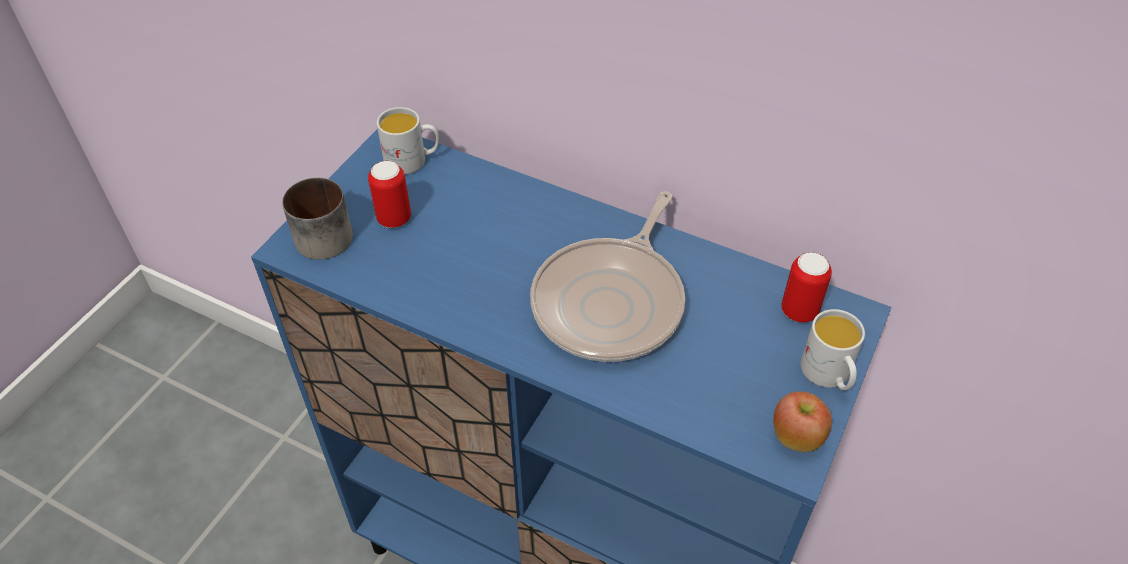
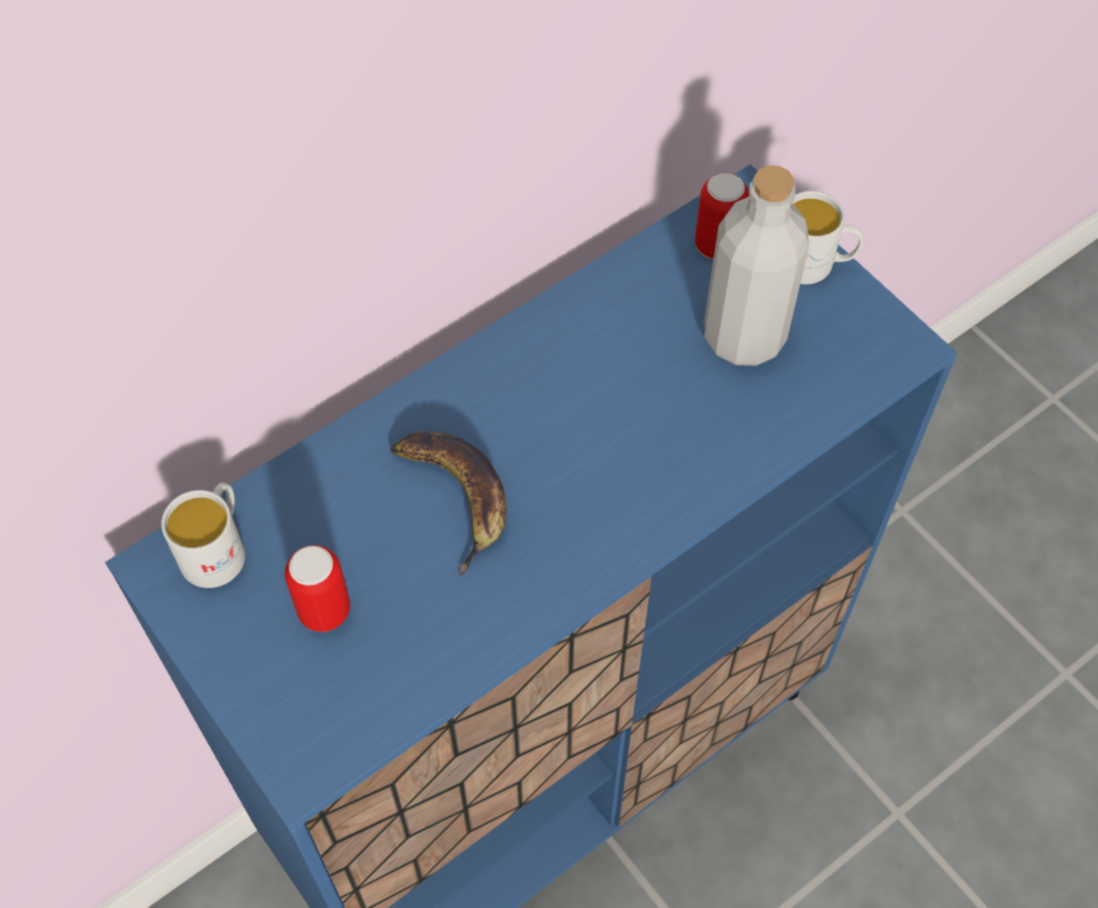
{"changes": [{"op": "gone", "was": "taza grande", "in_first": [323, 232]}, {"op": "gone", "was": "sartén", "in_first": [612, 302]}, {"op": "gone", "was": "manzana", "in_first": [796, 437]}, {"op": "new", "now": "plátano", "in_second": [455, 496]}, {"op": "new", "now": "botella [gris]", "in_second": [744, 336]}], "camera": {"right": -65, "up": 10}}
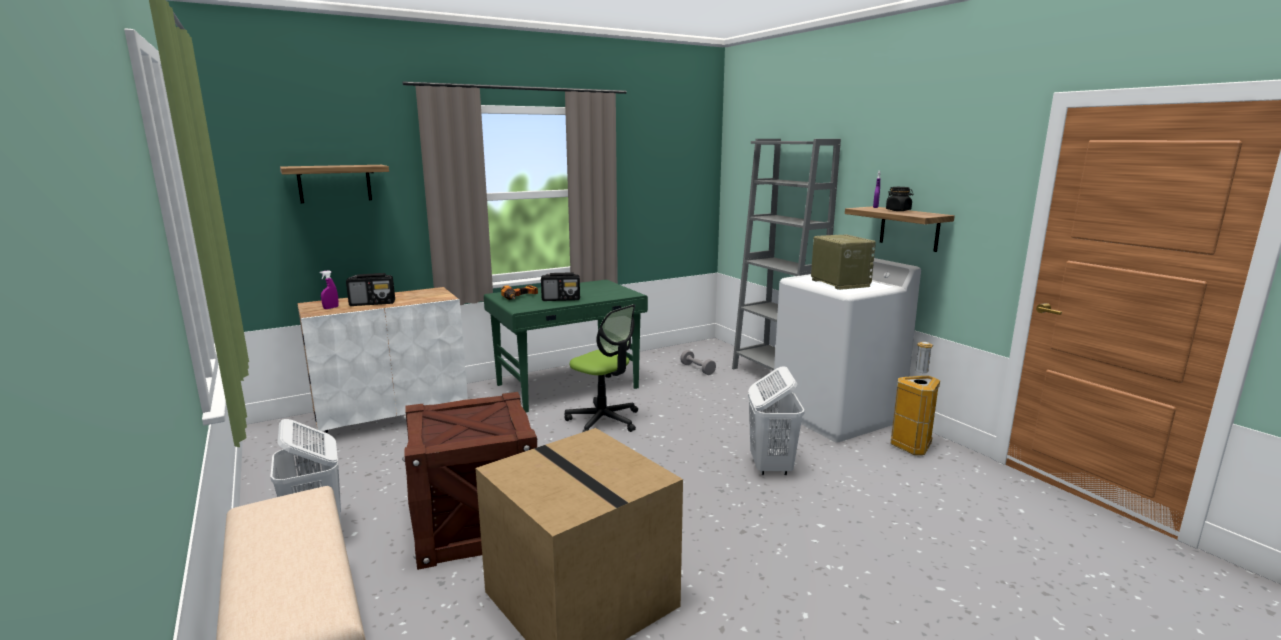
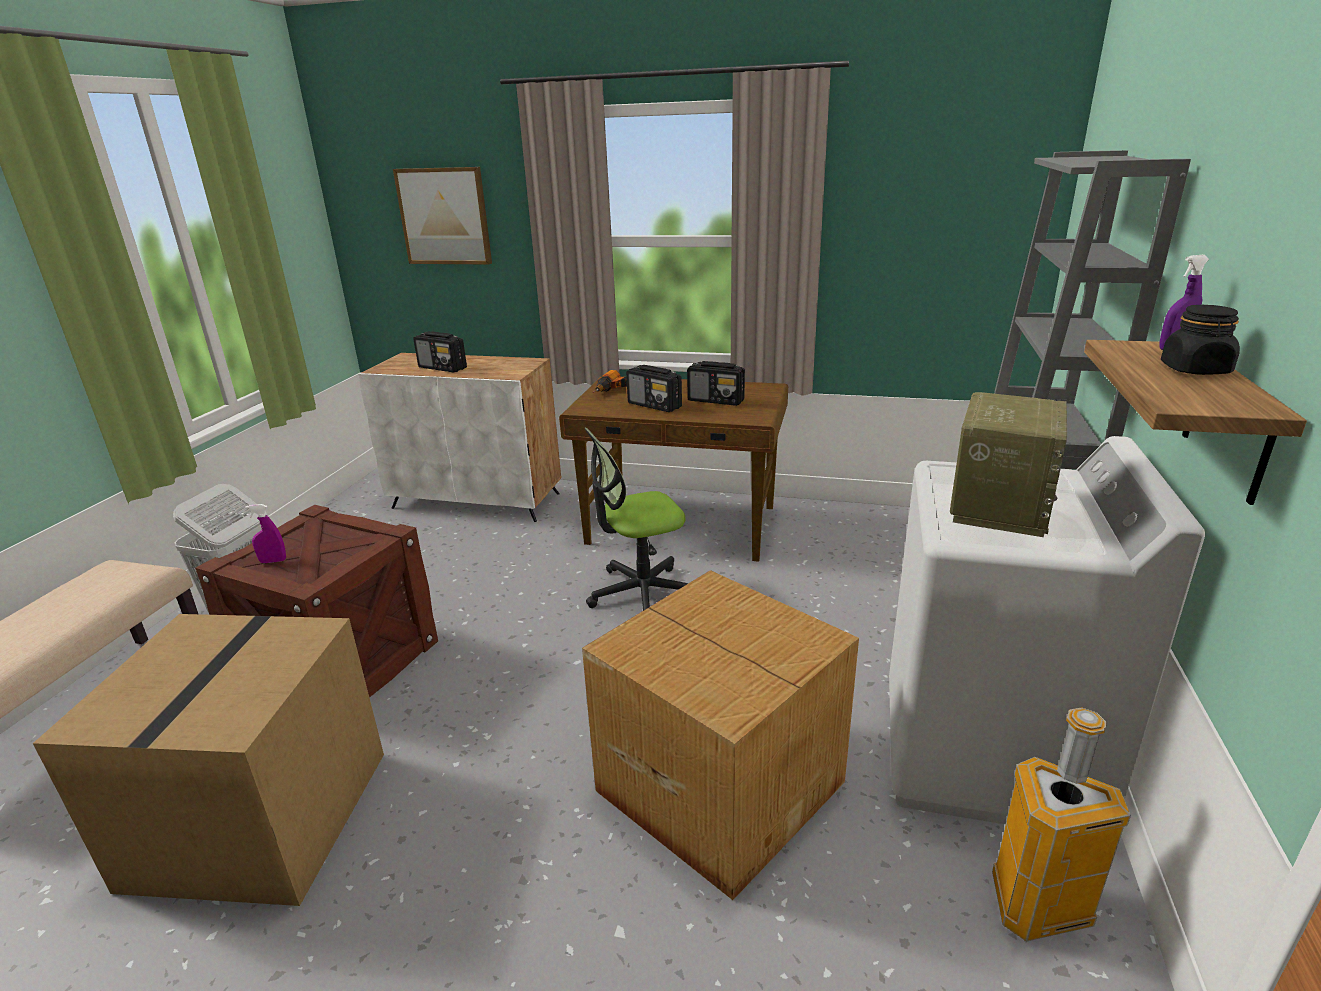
{"changes": [{"op": "gone", "was": "mancuerna [gris]", "in_first": [697, 369]}, {"op": "new", "now": "radio", "in_second": [716, 400]}, {"op": "shifted", "was": "pulverizador [morado]", "in_first": [331, 308], "in_second": [273, 561]}, {"op": "swapped", "was": "estante", "now": "cuadro", "in_first": [334, 183], "in_second": [444, 216]}, {"op": "swapped", "was": "cesto de la ropa [blanco]", "now": "caja de cartón", "in_first": [770, 467], "in_second": [719, 783]}, {"op": "repainted", "was": "escritorio [verde]", "now": "escritorio [marrón]", "in_first": [568, 387], "in_second": [682, 526]}, {"op": "rotated", "was": "silla de oficina", "in_first": [603, 421], "in_second": [641, 593], "clockwise": 75}], "camera": {"right": 45, "up": 10}}
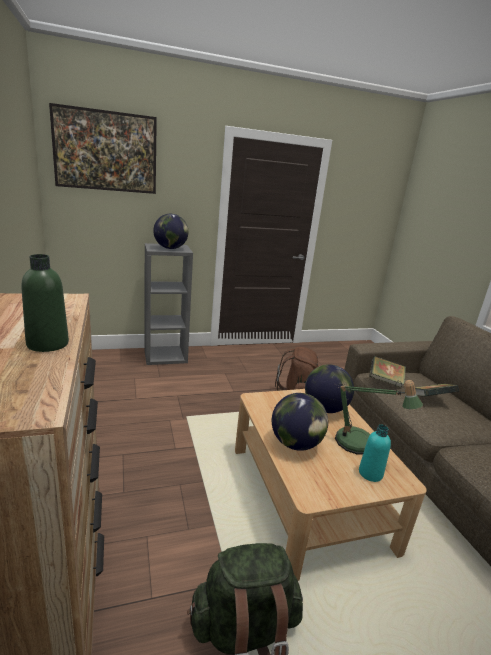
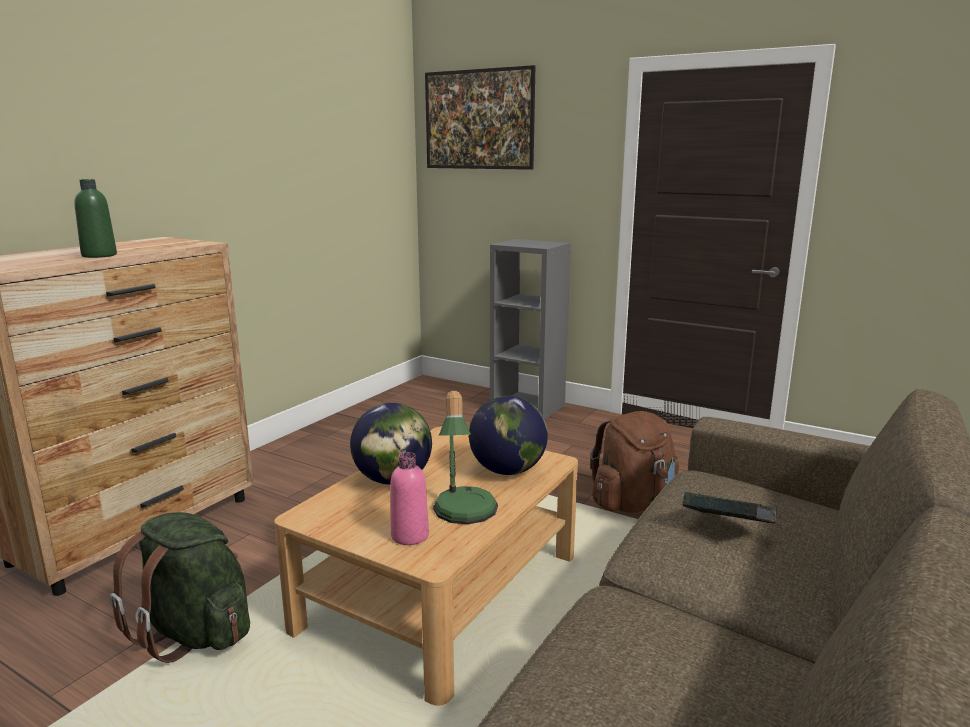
{"changes": [{"op": "gone", "was": "globo terráqueo", "in_first": [170, 248]}, {"op": "gone", "was": "libro", "in_first": [385, 381]}, {"op": "repainted", "was": "botella [turquesa]", "now": "botella [rosa]", "in_first": [370, 473], "in_second": [410, 536]}], "camera": {"right": 50, "up": -5}}
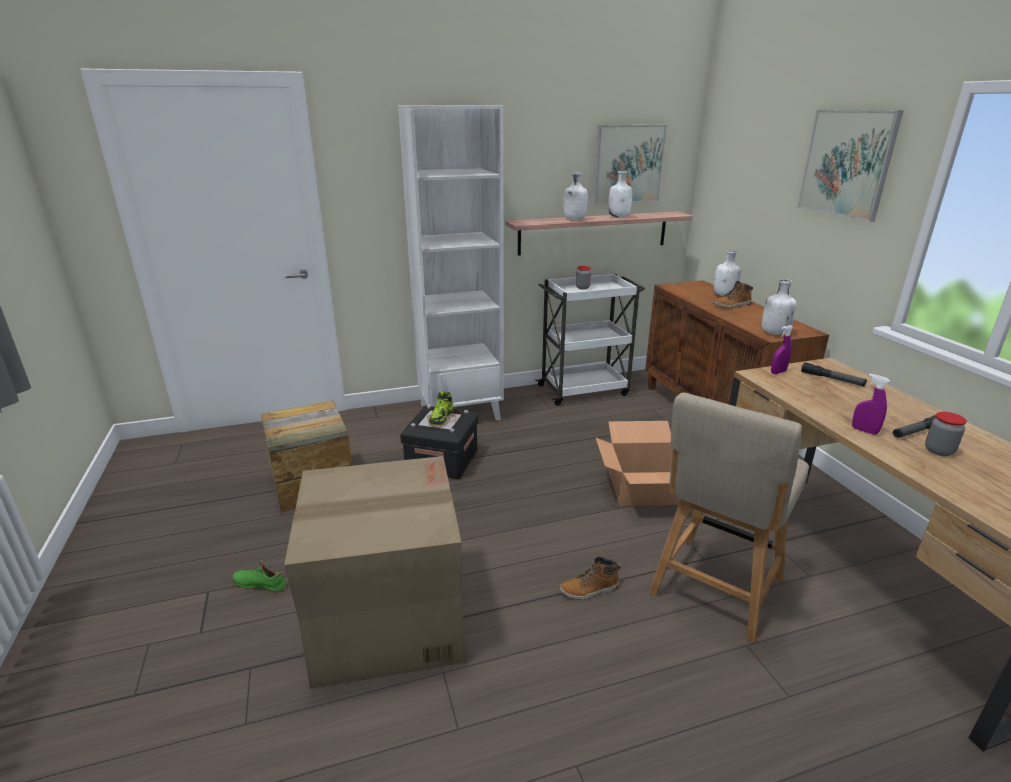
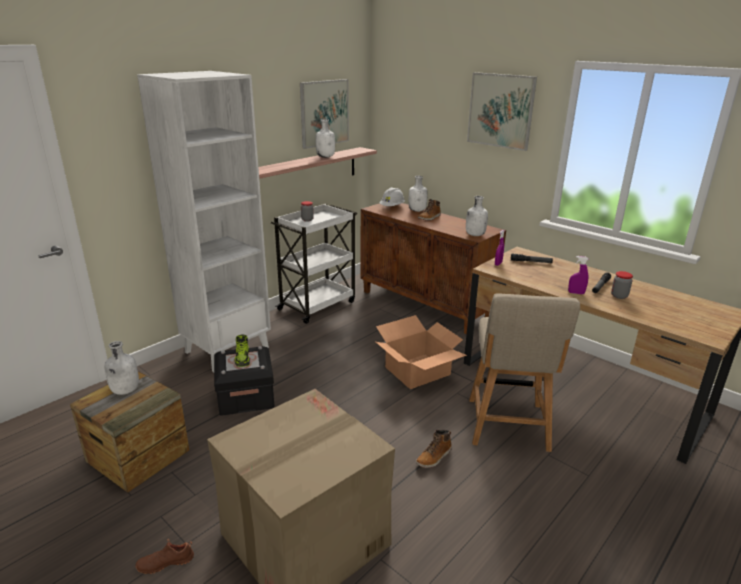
{"changes": [{"op": "new", "now": "casco [blanco]", "in_second": [392, 207]}, {"op": "shifted", "was": "botella [blanco]", "in_first": [574, 219], "in_second": [125, 391]}, {"op": "repainted", "was": "zapato [verde]", "now": "zapato [marrón]", "in_first": [261, 583], "in_second": [166, 562]}], "camera": {"right": -30, "up": 0}}
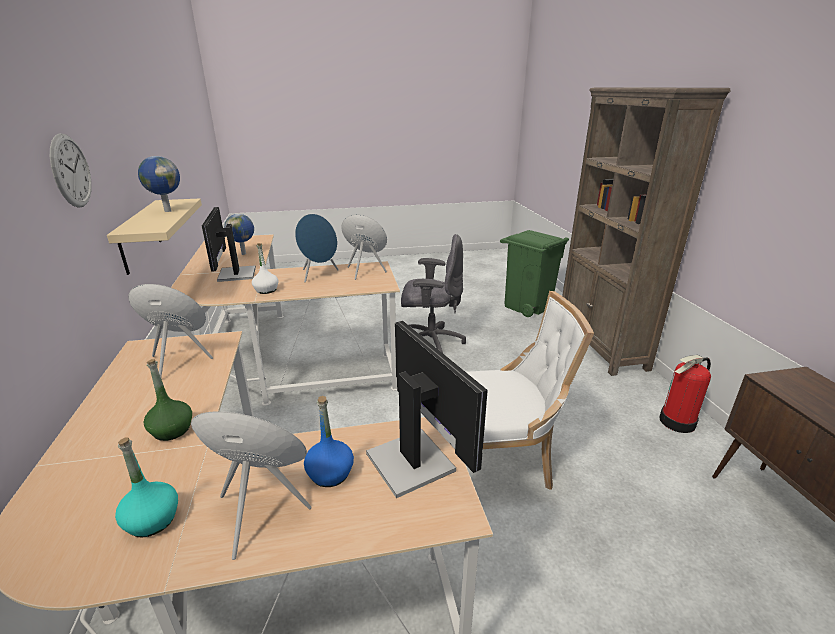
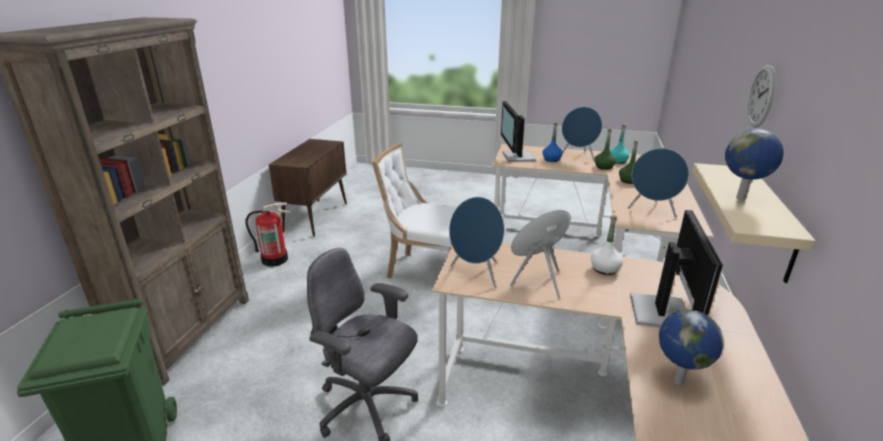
{"changes": [{"op": "new", "now": "botella [verde]", "in_second": [604, 167]}], "camera": {"right": -155, "up": 0}}
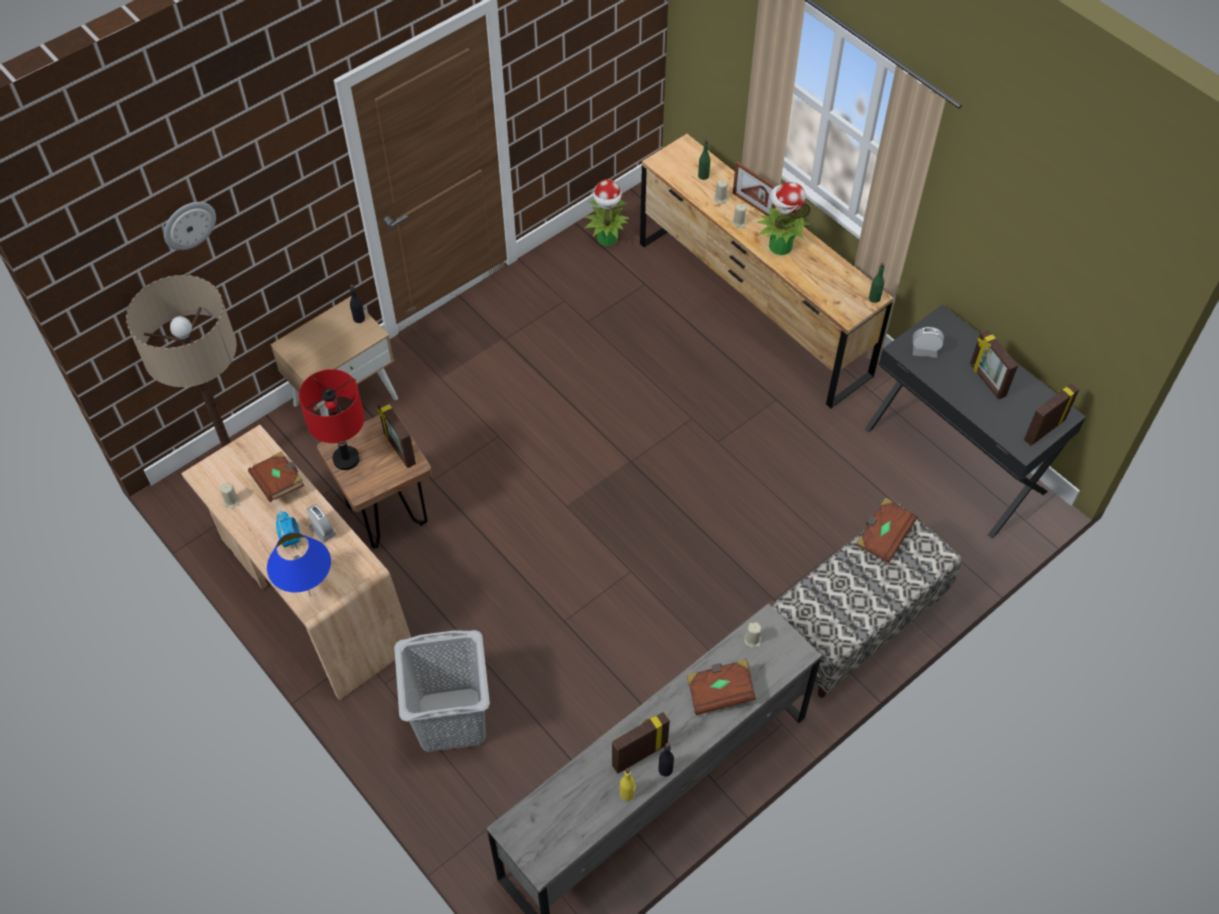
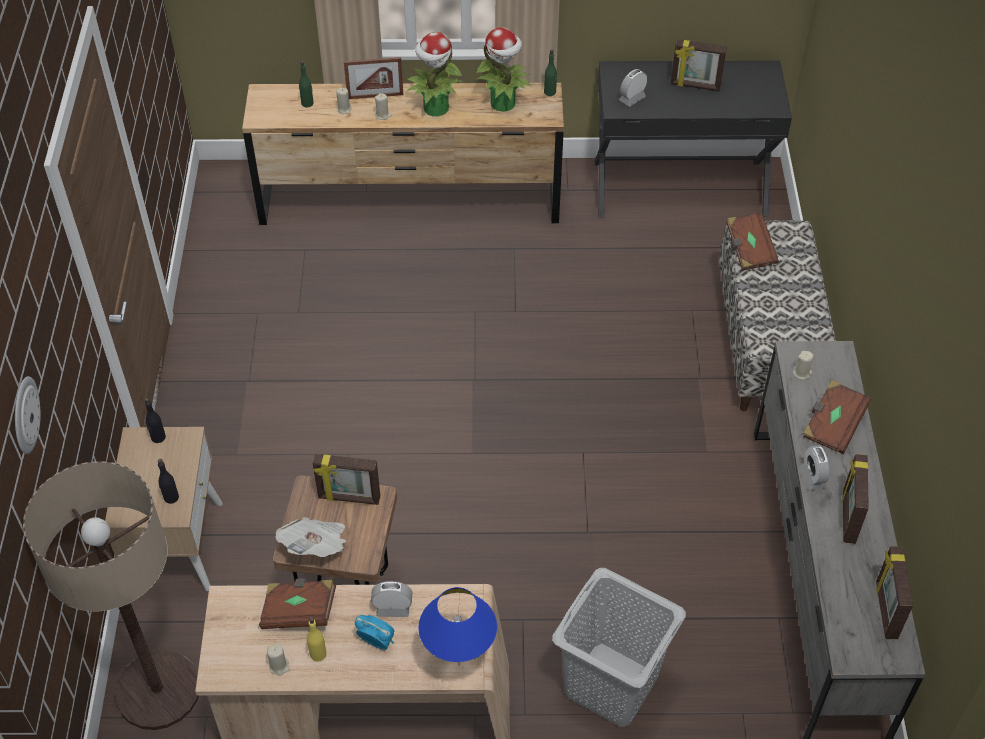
{"changes": [{"op": "new", "now": "despertador", "in_second": [813, 477]}, {"op": "shifted", "was": "planta en maceta", "in_first": [607, 238], "in_second": [504, 103]}, {"op": "shifted", "was": "botella [amarillo]", "in_first": [627, 794], "in_second": [318, 654]}, {"op": "shifted", "was": "botella [negro]", "in_first": [665, 769], "in_second": [171, 497]}, {"op": "shifted", "was": "portarretratos", "in_first": [1043, 430], "in_second": [885, 610]}, {"op": "swapped", "was": "lámpara de mesa [rojo]", "now": "periódico", "in_first": [346, 459], "in_second": [316, 546]}], "camera": {"right": -50, "up": -5}}
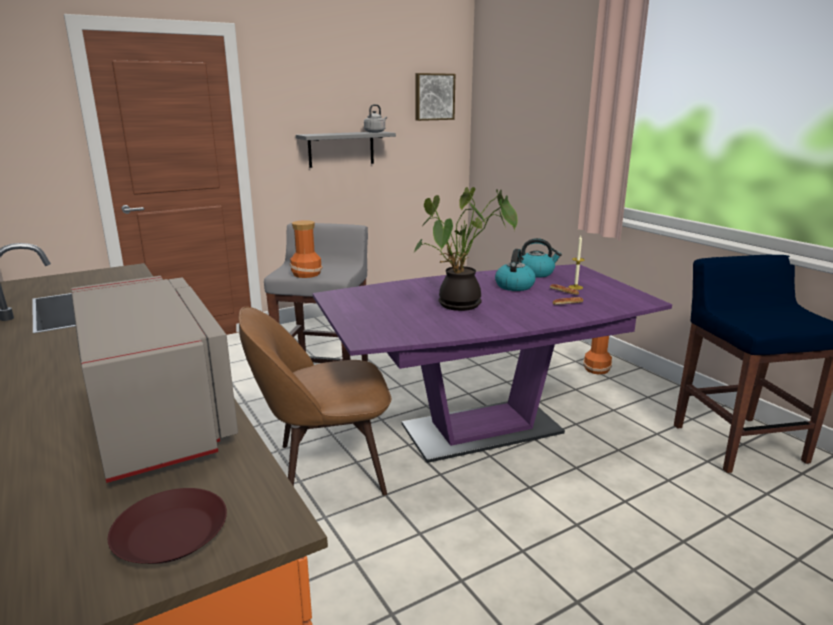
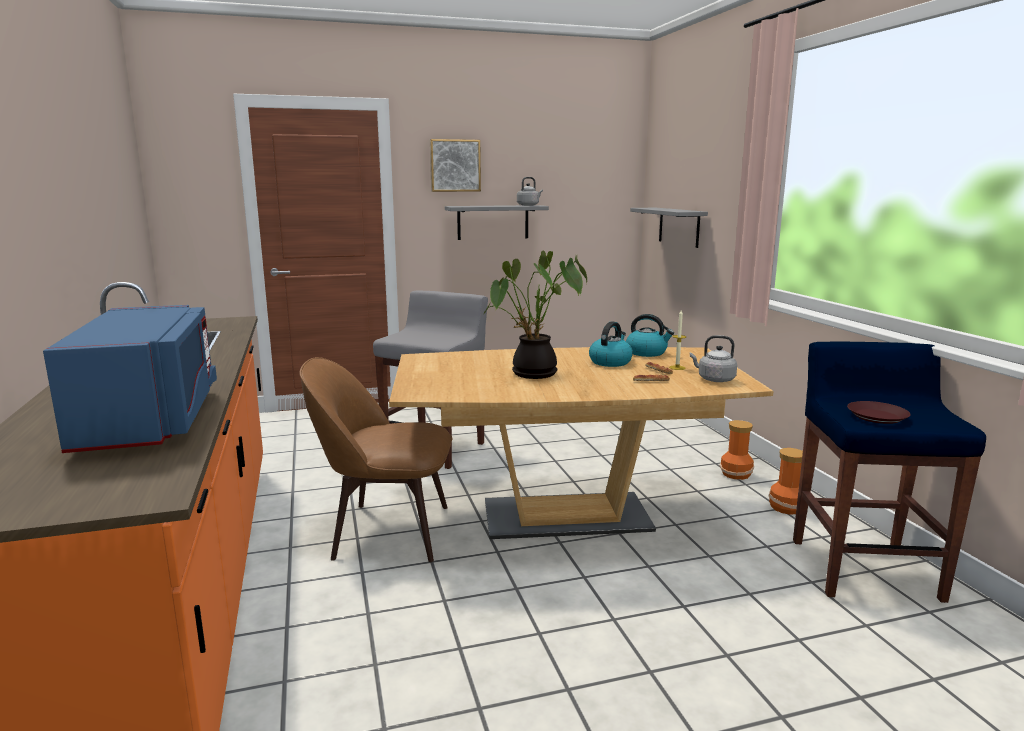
{"changes": [{"op": "new", "now": "estante [gris]", "in_second": [679, 227]}, {"op": "new", "now": "hervidor [gris]", "in_second": [714, 379]}, {"op": "shifted", "was": "plato [marrón]", "in_first": [171, 535], "in_second": [877, 417]}, {"op": "shifted", "was": "florero", "in_first": [305, 274], "in_second": [785, 507]}, {"op": "shifted", "was": "cuadro", "in_first": [434, 97], "in_second": [455, 165]}, {"op": "repainted", "was": "microondas [gris]", "now": "microondas [azul]", "in_first": [158, 415], "in_second": [150, 419]}, {"op": "repainted", "was": "mesa de comedor [morado]", "now": "mesa de comedor [marrón]", "in_first": [482, 429], "in_second": [566, 516]}], "camera": {"right": 15, "up": -5}}
